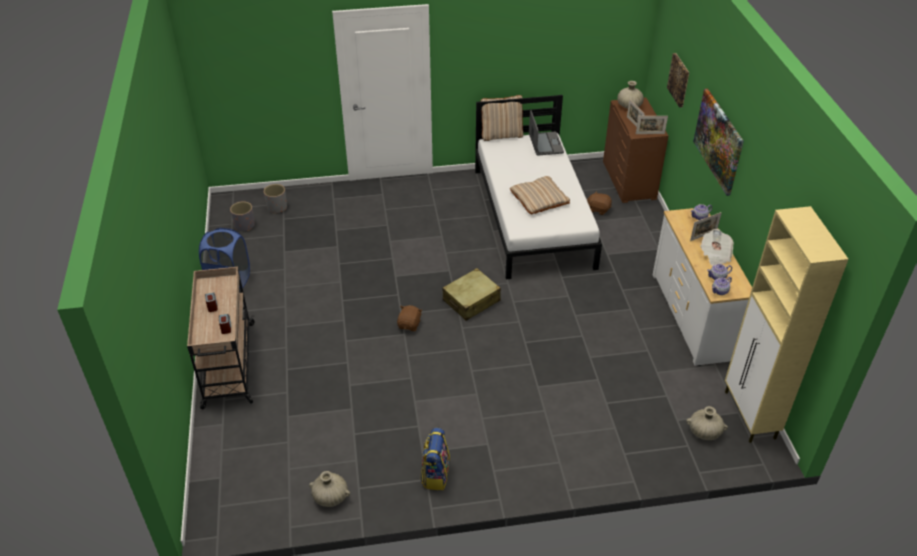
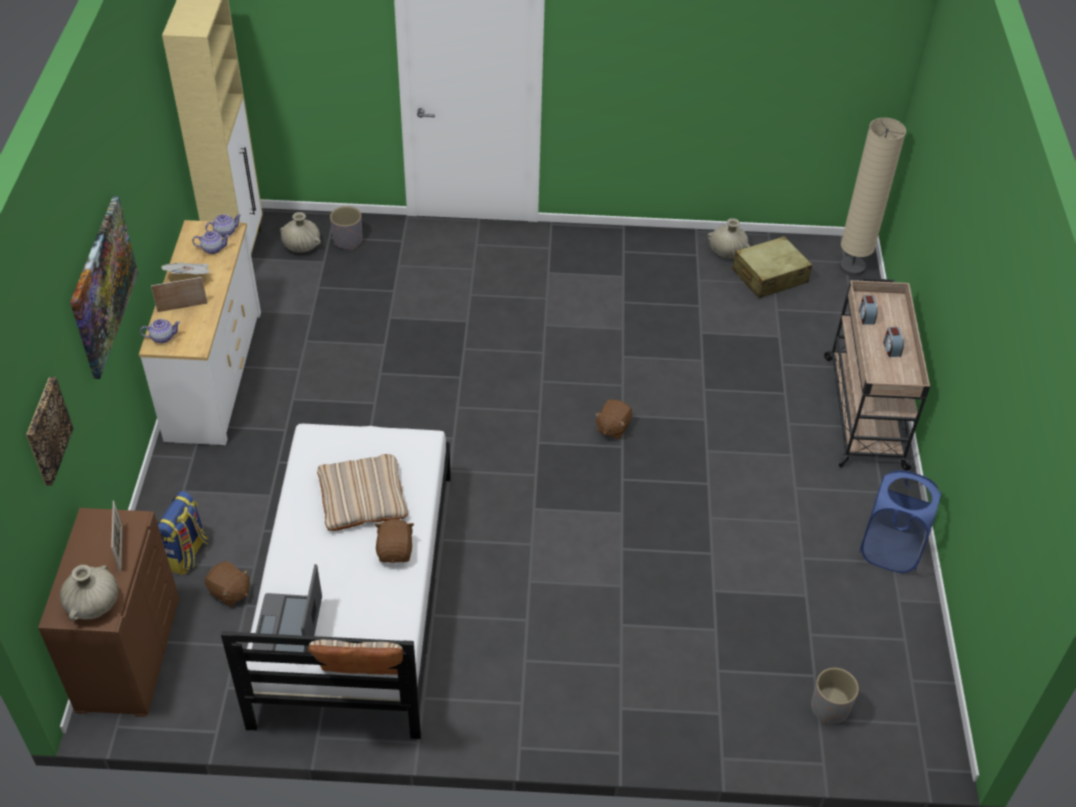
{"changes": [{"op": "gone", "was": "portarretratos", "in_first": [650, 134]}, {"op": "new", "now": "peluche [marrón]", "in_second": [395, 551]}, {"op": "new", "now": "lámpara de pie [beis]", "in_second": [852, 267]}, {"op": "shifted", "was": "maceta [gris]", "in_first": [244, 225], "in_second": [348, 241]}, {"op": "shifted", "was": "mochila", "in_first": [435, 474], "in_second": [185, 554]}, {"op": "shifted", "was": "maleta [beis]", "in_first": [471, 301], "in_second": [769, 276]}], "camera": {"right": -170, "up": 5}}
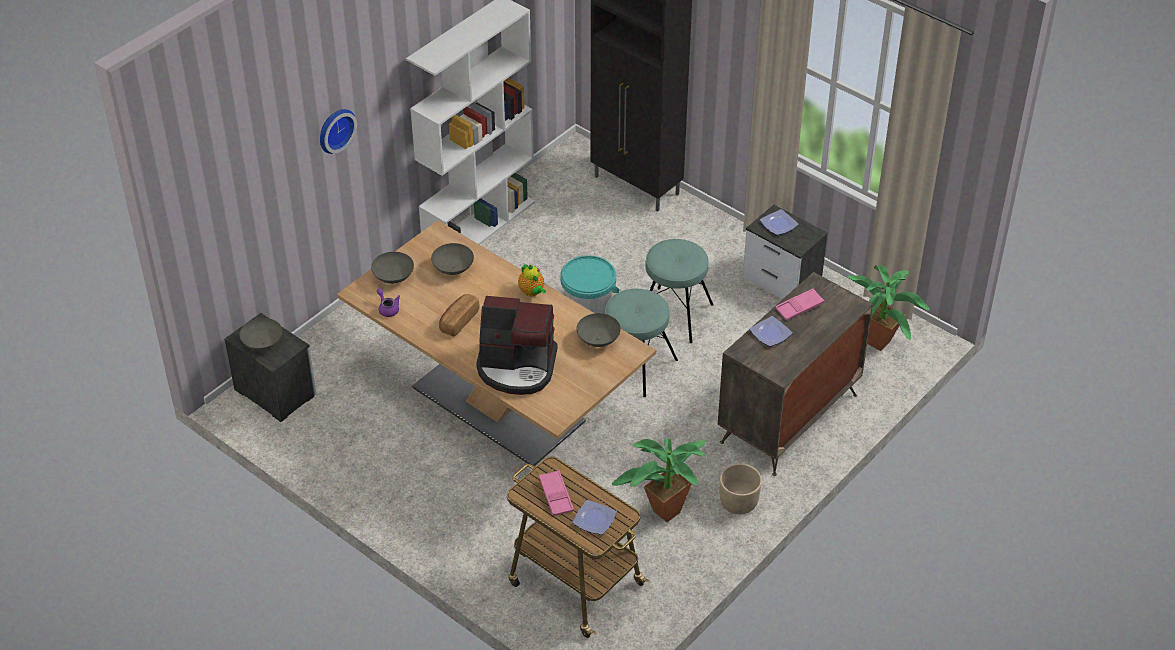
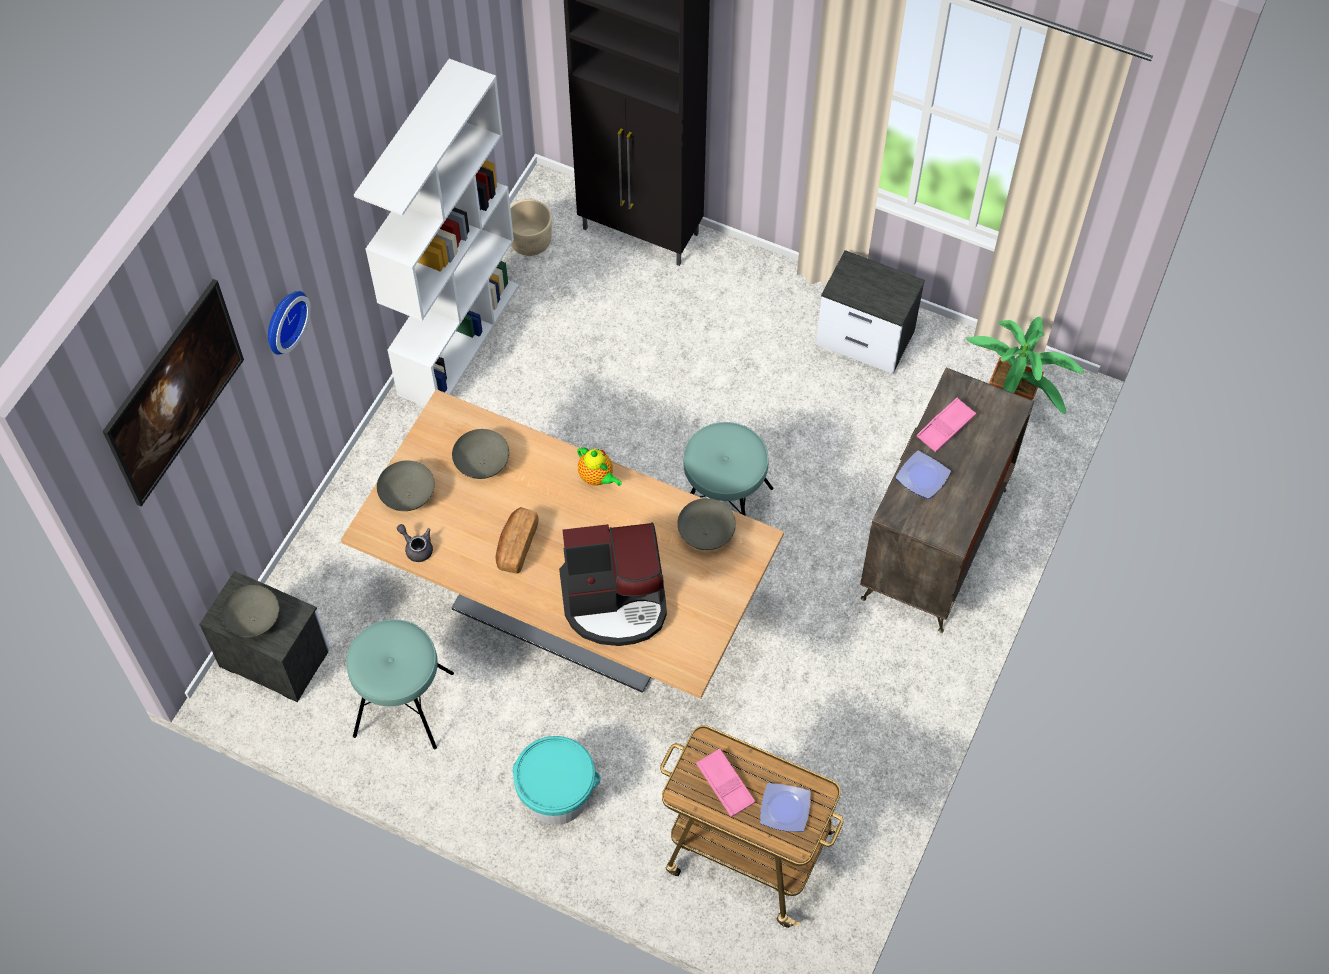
{"changes": [{"op": "gone", "was": "planta en maceta", "in_first": [660, 513]}, {"op": "gone", "was": "plato", "in_first": [779, 225]}, {"op": "new", "now": "cuadro", "in_second": [182, 411]}, {"op": "shifted", "was": "cubo [turquesa]", "in_first": [588, 304], "in_second": [557, 795]}, {"op": "shifted", "was": "taburete [turquesa]", "in_first": [674, 315], "in_second": [403, 704]}, {"op": "shifted", "was": "maceta [beis]", "in_first": [738, 503], "in_second": [530, 242]}, {"op": "repainted", "was": "tetera [morado]", "now": "tetera [gris]", "in_first": [388, 308], "in_second": [416, 547]}], "camera": {"right": -15, "up": 15}}
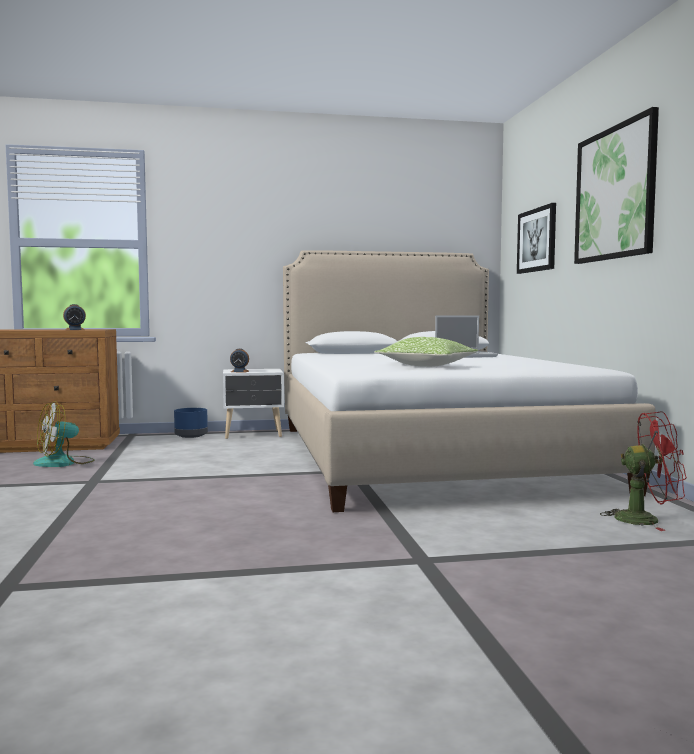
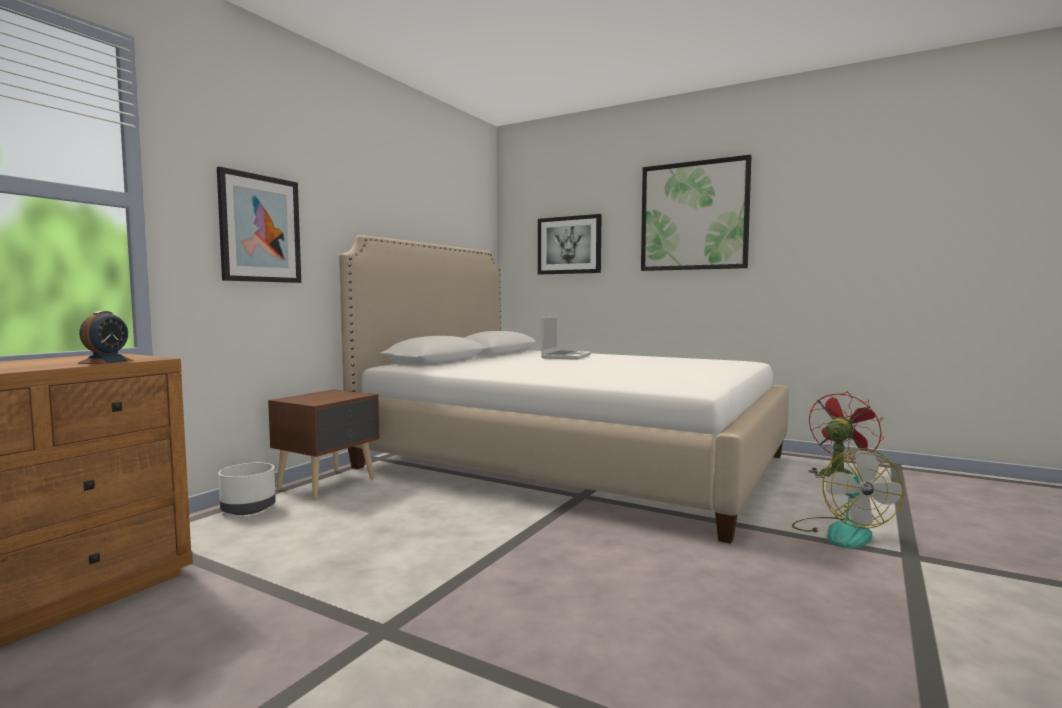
{"changes": [{"op": "gone", "was": "despertador", "in_first": [239, 371]}, {"op": "gone", "was": "cojín", "in_first": [427, 365]}, {"op": "new", "now": "cuadro", "in_second": [260, 229]}, {"op": "shifted", "was": "ventilador", "in_first": [64, 463], "in_second": [841, 532]}, {"op": "repainted", "was": "maceta [azul]", "now": "maceta [blanco]", "in_first": [191, 436], "in_second": [248, 509]}, {"op": "repainted", "was": "mesita de noche [blanco]", "now": "mesita de noche [marrón]", "in_first": [254, 434], "in_second": [329, 484]}], "camera": {"right": -50, "up": 0}}
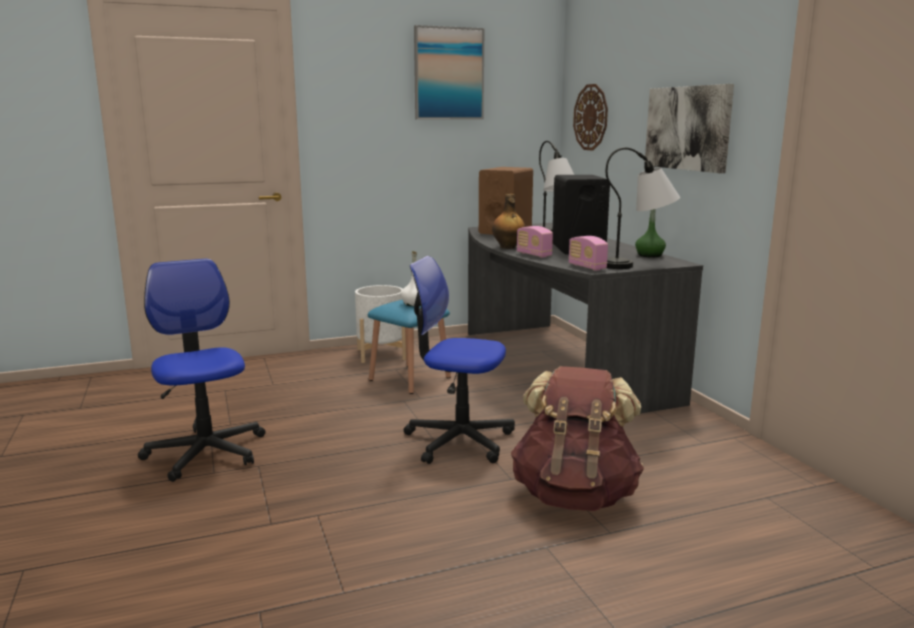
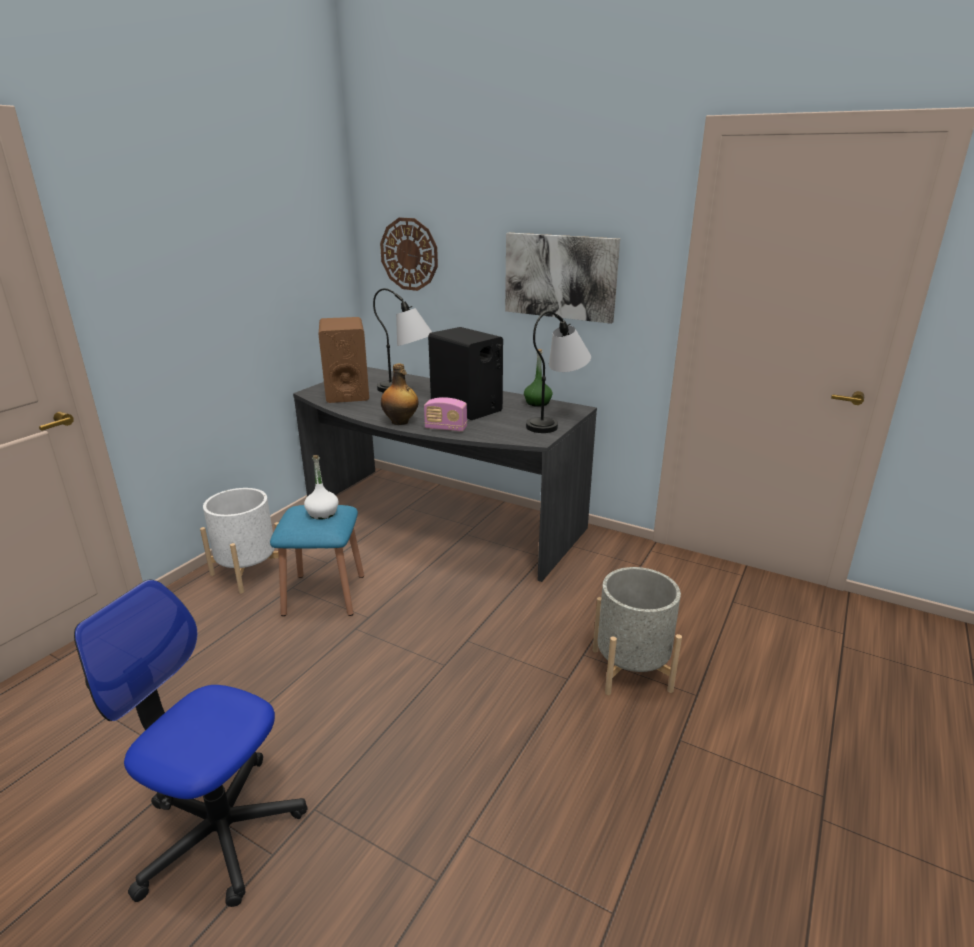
{"changes": [{"op": "gone", "was": "silla de oficina", "in_first": [459, 440]}, {"op": "gone", "was": "cuadro", "in_first": [448, 74]}, {"op": "gone", "was": "radio", "in_first": [587, 267]}, {"op": "swapped", "was": "mochila [marrón]", "now": "maceta [gris]", "in_first": [575, 495], "in_second": [631, 670]}], "camera": {"right": -40, "up": 10}}
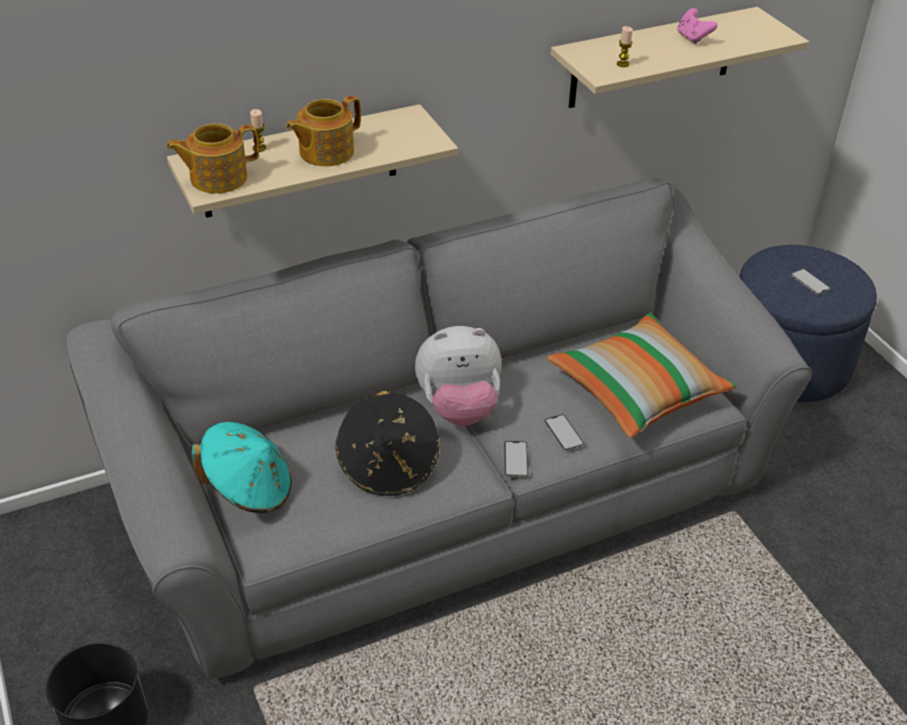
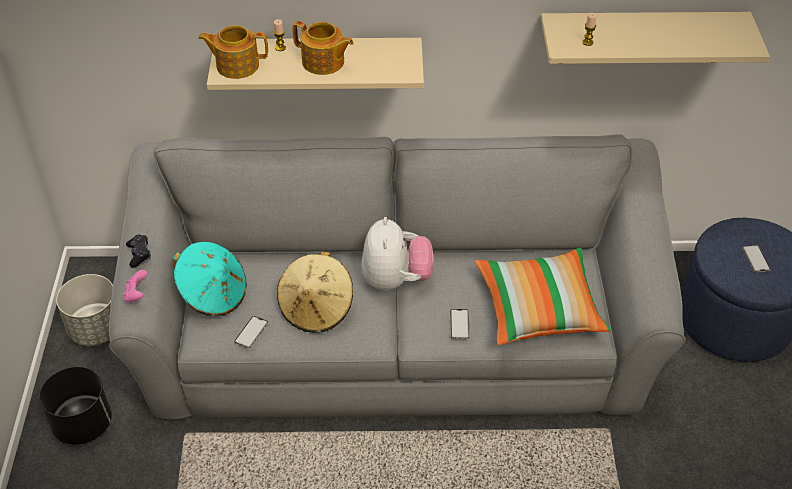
{"changes": [{"op": "new", "now": "maceta [gris]", "in_second": [96, 329]}, {"op": "new", "now": "mando de consola [negro]", "in_second": [139, 254]}, {"op": "shifted", "was": "móvil", "in_first": [516, 459], "in_second": [251, 332]}, {"op": "shifted", "was": "mando de consola [rosa]", "in_first": [693, 38], "in_second": [137, 295]}, {"op": "repainted", "was": "sombrero [negro]", "now": "sombrero [beis]", "in_first": [388, 466], "in_second": [316, 309]}, {"op": "rotated", "was": "tetera", "in_first": [325, 152], "in_second": [323, 62], "clockwise": -135}, {"op": "rotated", "was": "peluche", "in_first": [459, 408], "in_second": [396, 280], "clockwise": -105}], "camera": {"right": 25, "up": 5}}
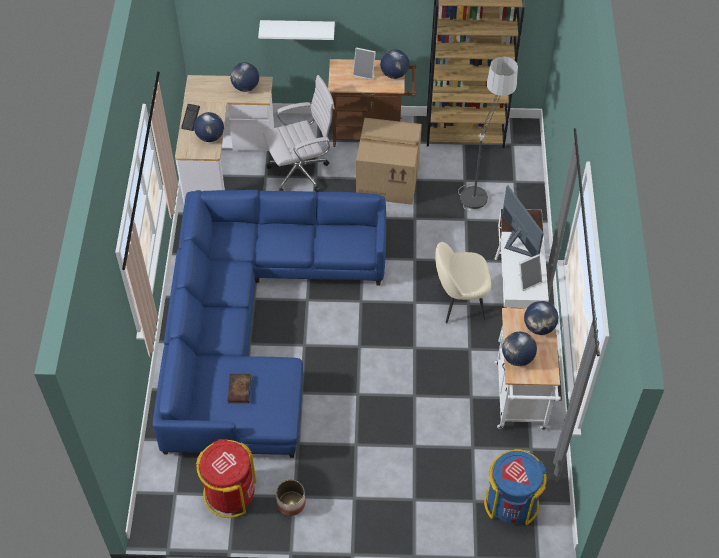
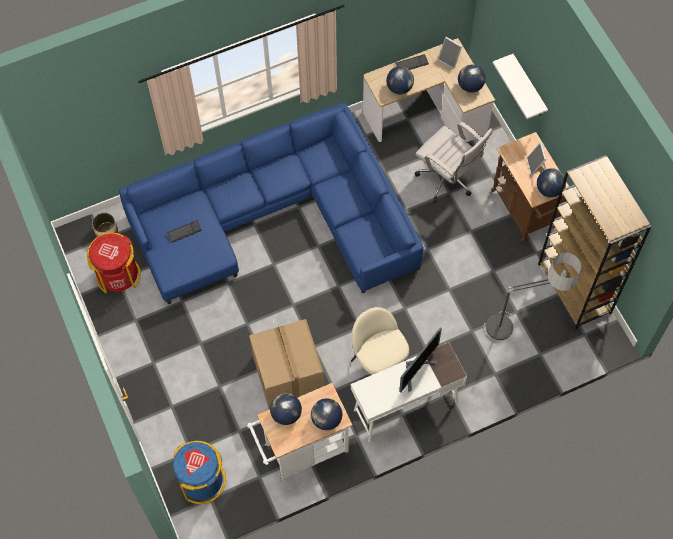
{"changes": [{"op": "shifted", "was": "maceta", "in_first": [291, 503], "in_second": [106, 231]}, {"op": "shifted", "was": "caja de cartón", "in_first": [389, 179], "in_second": [289, 375]}, {"op": "shifted", "was": "portarretratos", "in_first": [528, 280], "in_second": [450, 60]}, {"op": "swapped", "was": "libro", "now": "teclado", "in_first": [239, 389], "in_second": [184, 232]}], "camera": {"right": 65, "up": 10}}
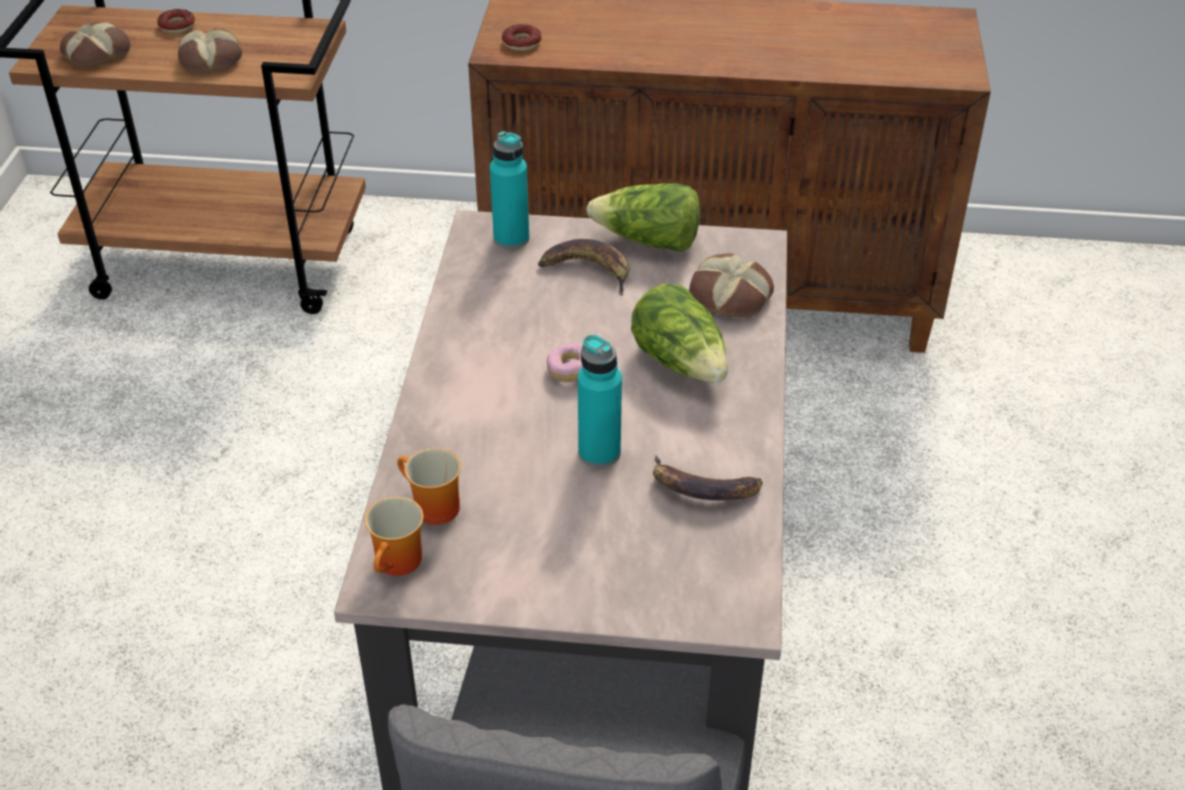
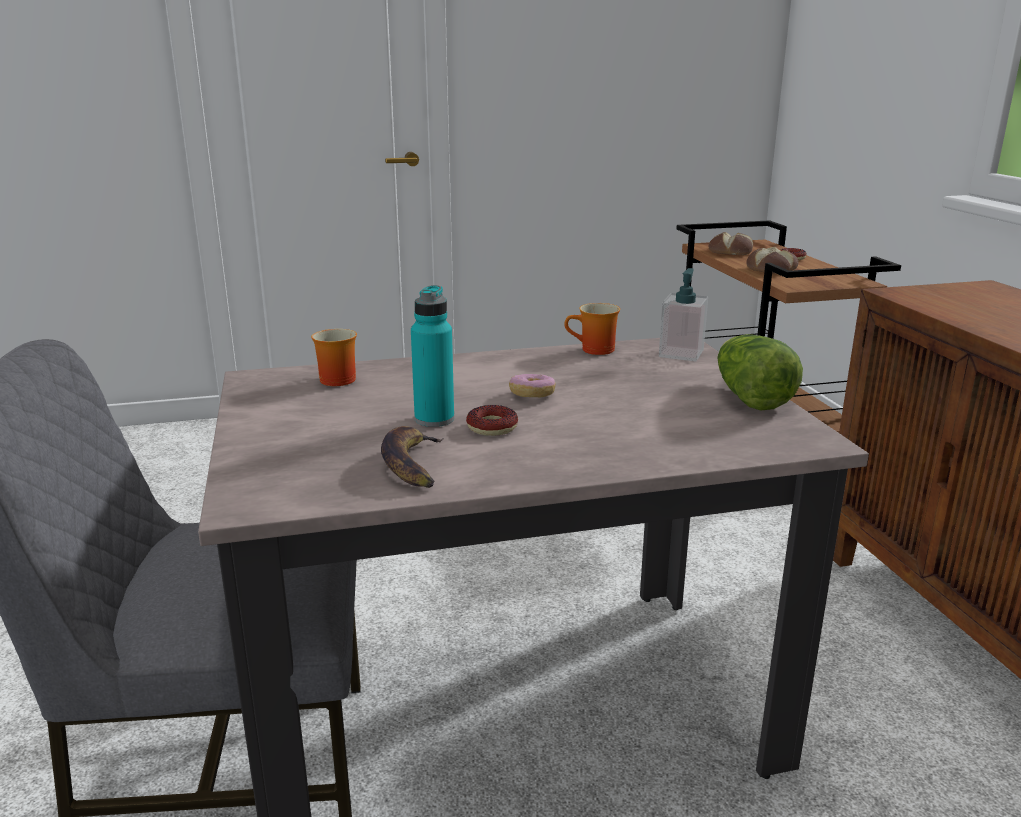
{"changes": [{"op": "gone", "was": "plátano", "in_first": [588, 270]}, {"op": "gone", "was": "lechuga", "in_first": [681, 362]}, {"op": "gone", "was": "pan", "in_first": [729, 296]}, {"op": "shifted", "was": "taza grande", "in_first": [400, 564], "in_second": [594, 350]}, {"op": "shifted", "was": "rosquilla", "in_first": [521, 43], "in_second": [492, 427]}, {"op": "swapped", "was": "botella [turquesa]", "now": "dispensador de jabón", "in_first": [511, 238], "in_second": [681, 353]}], "camera": {"right": 70, "up": -20}}
